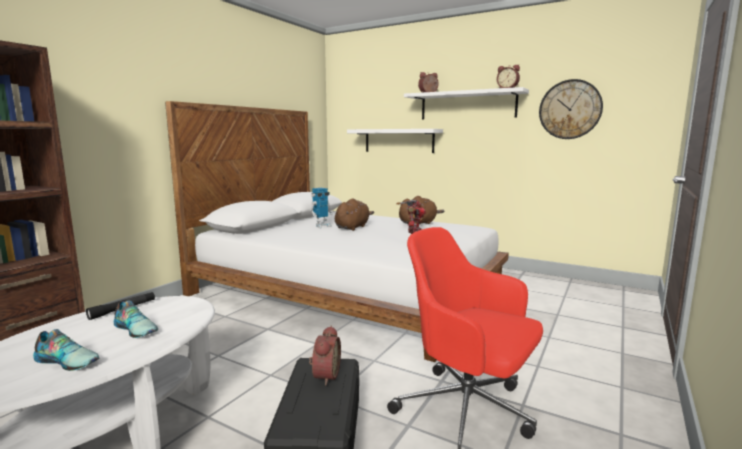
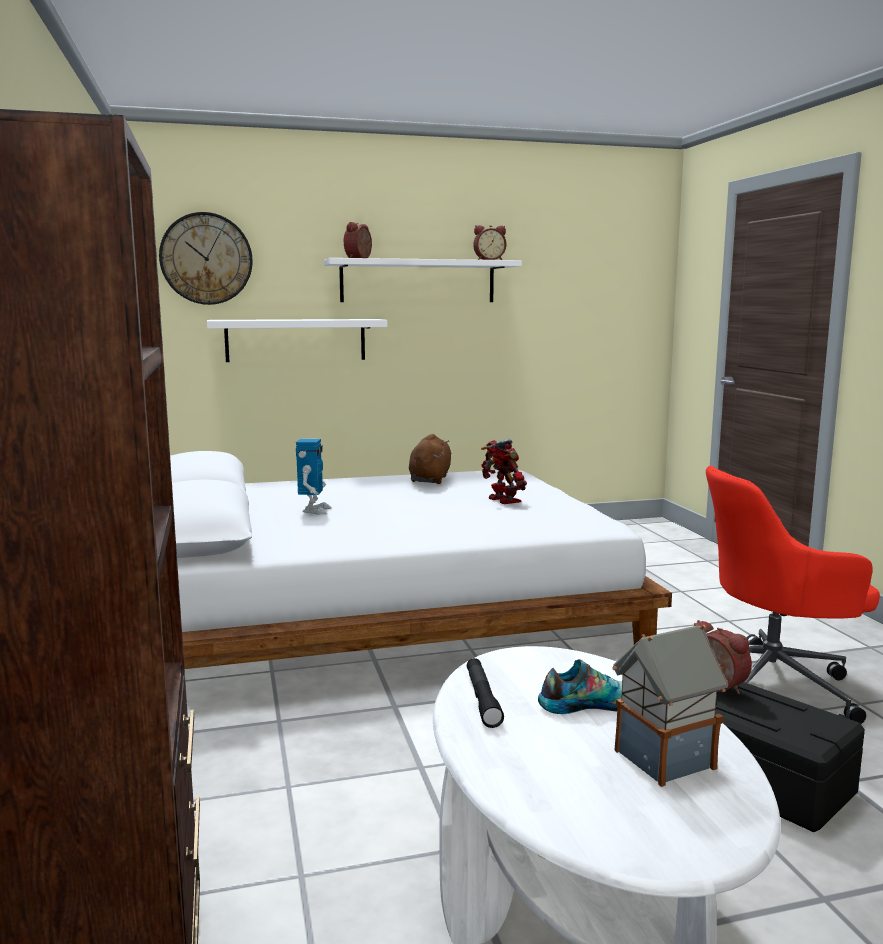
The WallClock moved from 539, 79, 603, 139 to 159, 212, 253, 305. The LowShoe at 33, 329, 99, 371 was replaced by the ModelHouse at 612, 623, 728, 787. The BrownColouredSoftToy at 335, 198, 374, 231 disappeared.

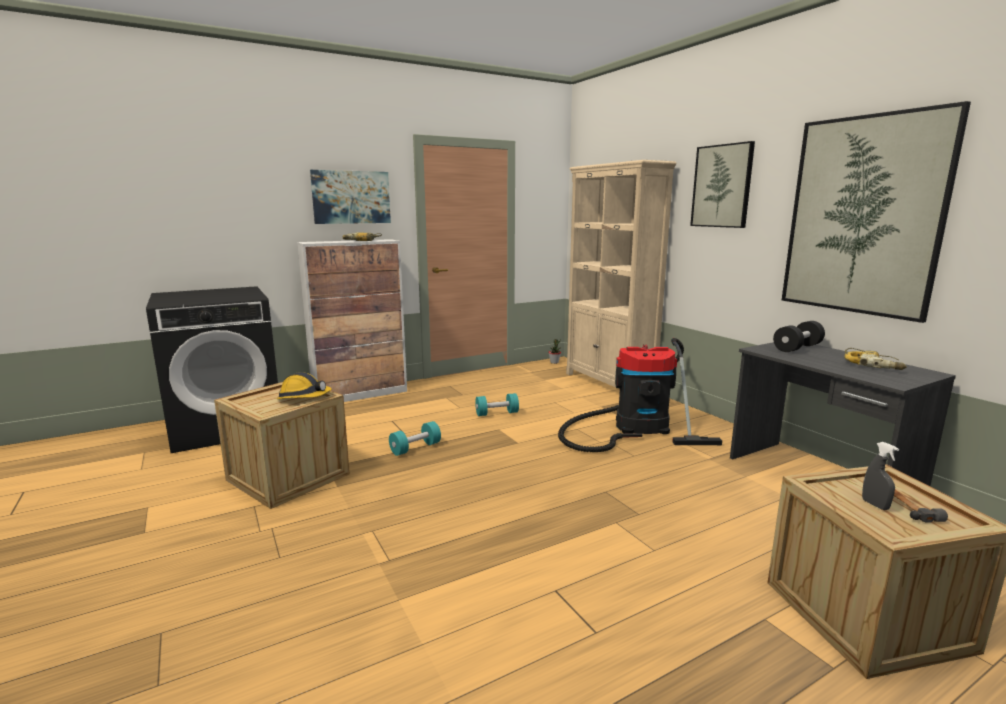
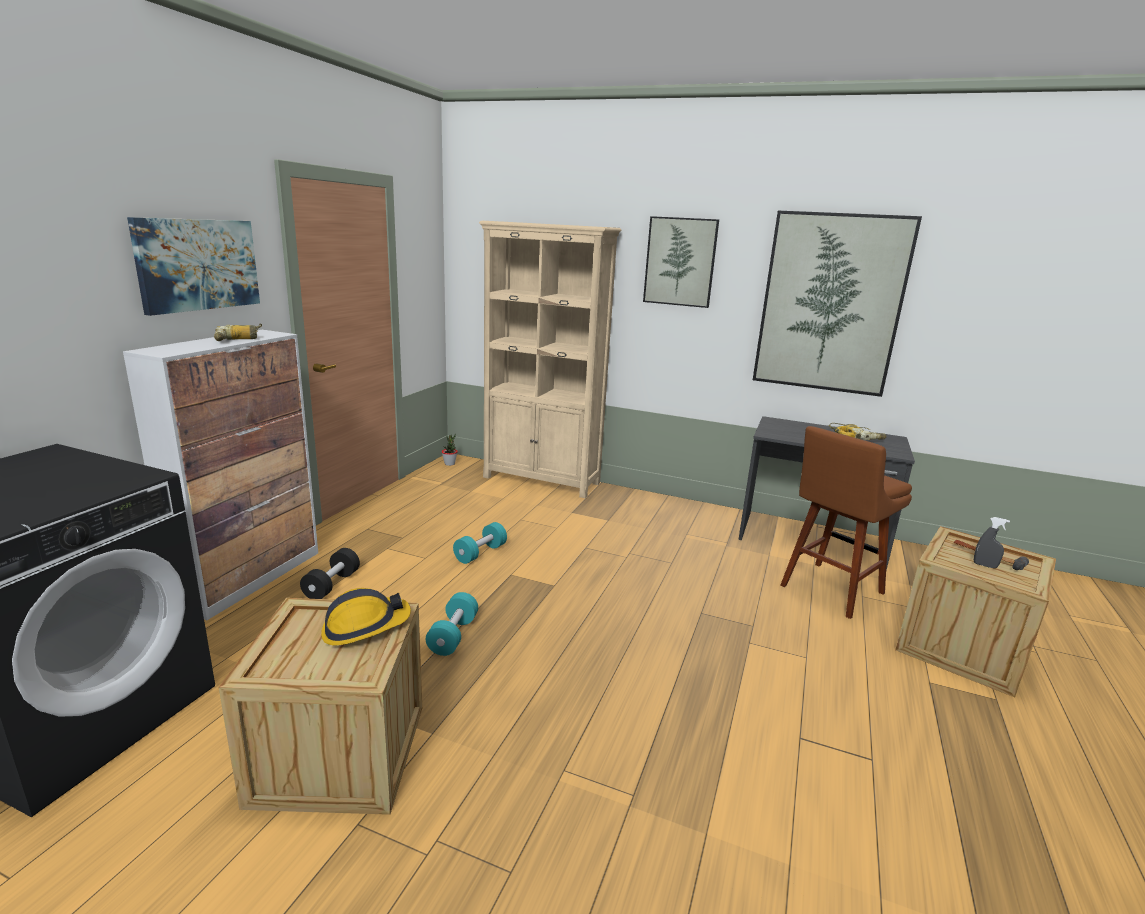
The BlackFreeWeight moved from 773, 321, 825, 352 to 300, 548, 360, 599. The BrownColouredStoolSeat at 781, 426, 912, 619 appeared. The Hoover at 558, 338, 722, 452 disappeared.

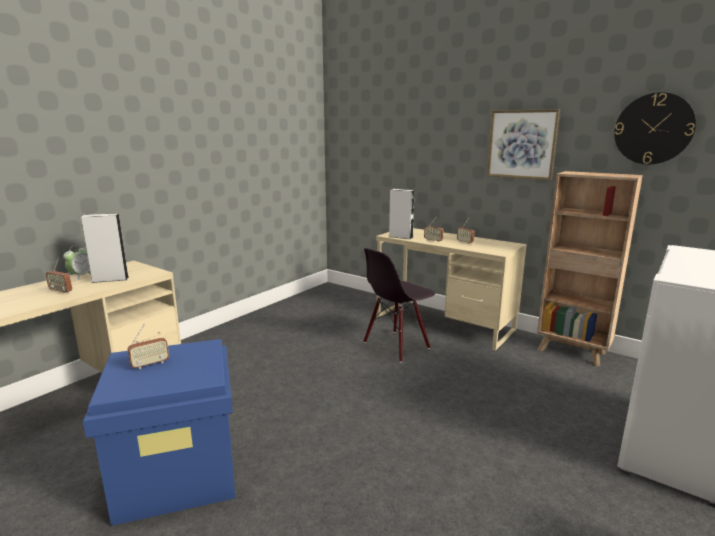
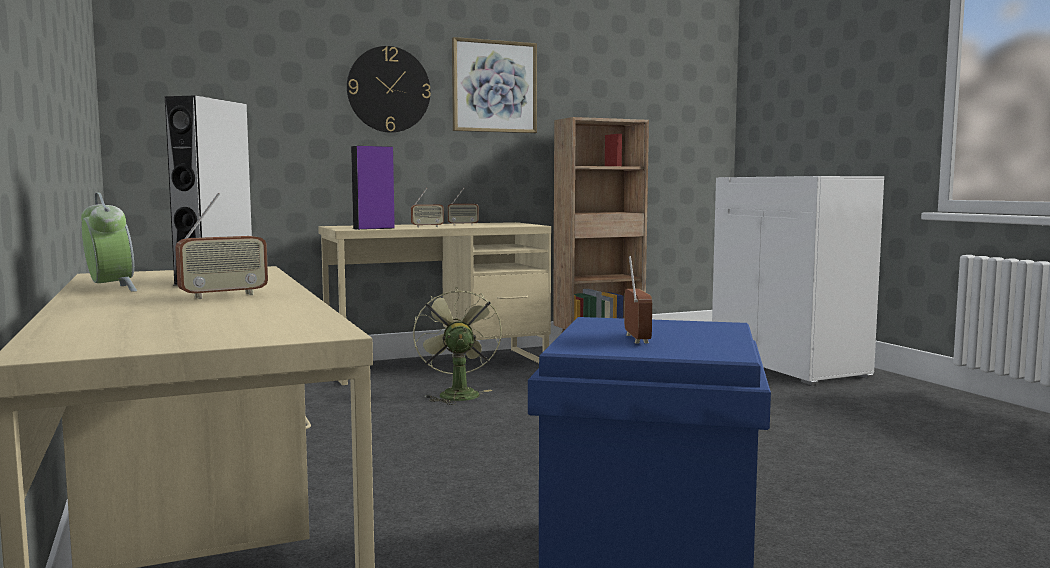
The WallClock moved from 614, 92, 696, 164 to 347, 46, 431, 133. The GreySpeaker at 389, 189, 414, 239 became the PurpleColouredSpeaker at 351, 146, 395, 230. The BlackUprightChair at 363, 248, 435, 363 was replaced by the GreenColouredElectricFan at 413, 287, 502, 405.

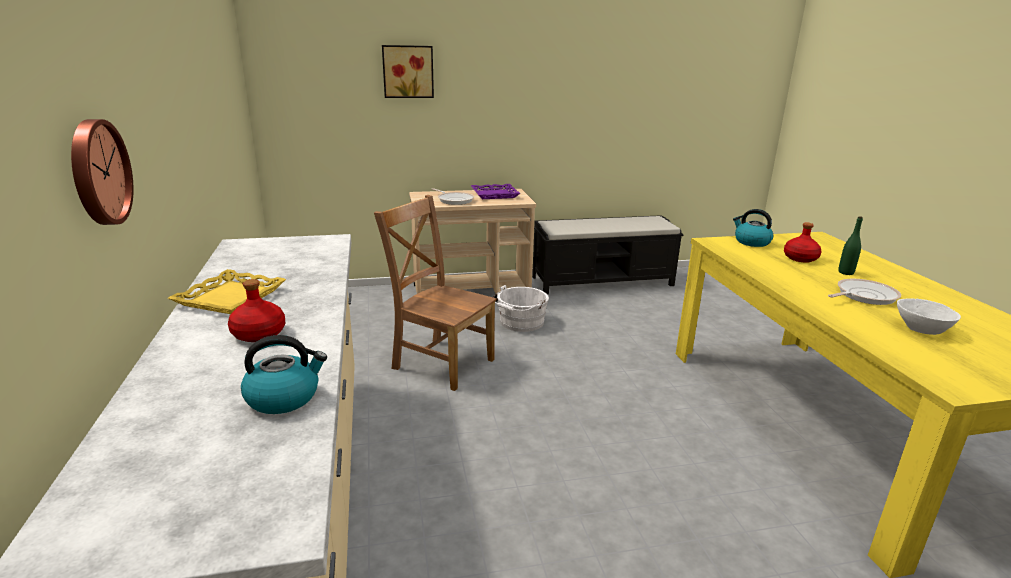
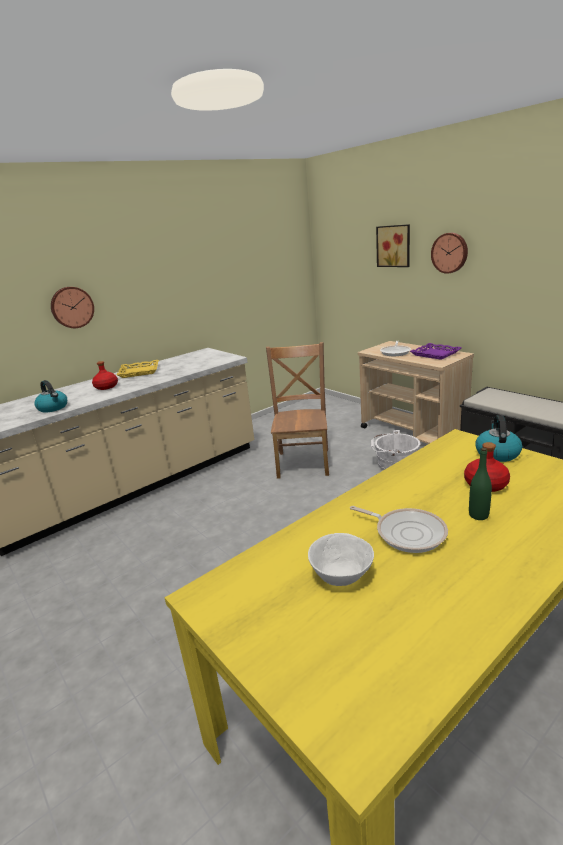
The WallClock at 431, 233, 468, 274 appeared.

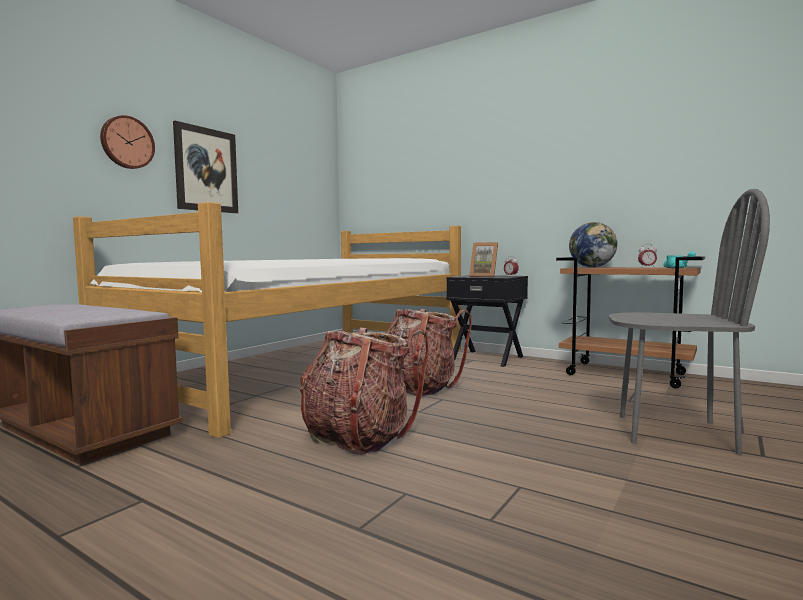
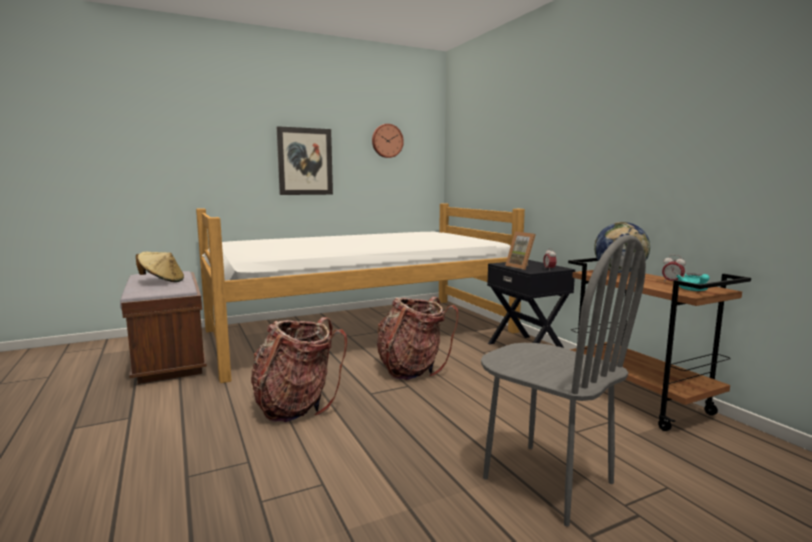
The BeigeColouredClothingHat at 136, 252, 184, 282 appeared. The WallClock moved from 100, 115, 155, 169 to 372, 124, 404, 158.

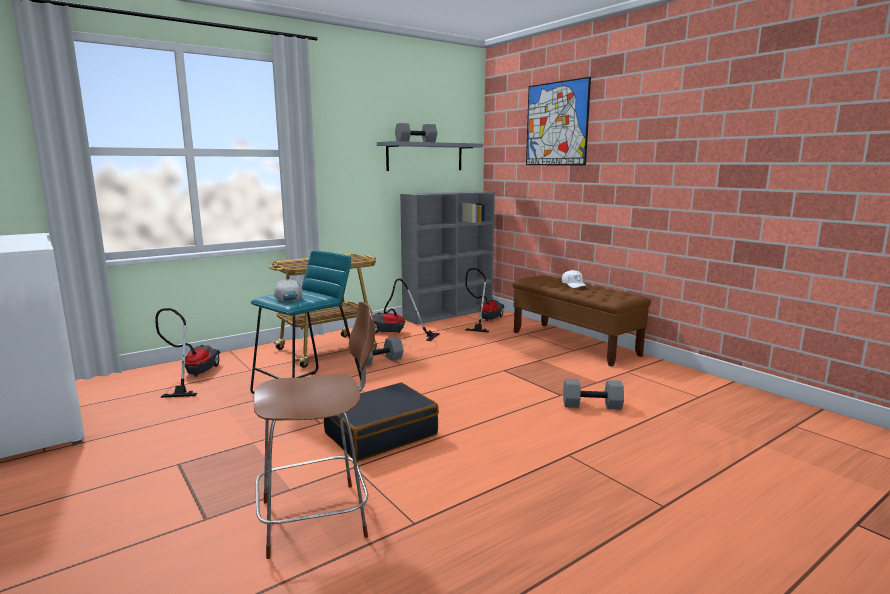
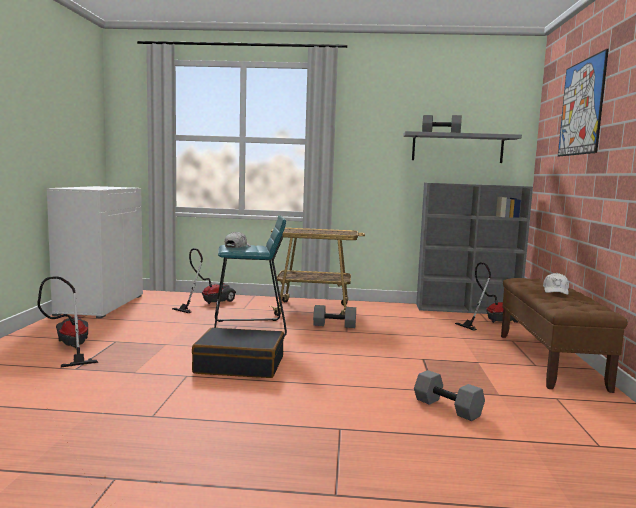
The Hoover moved from 373, 278, 440, 341 to 37, 276, 98, 368. The BrownColouredUprightChair at 254, 302, 375, 559 disappeared.

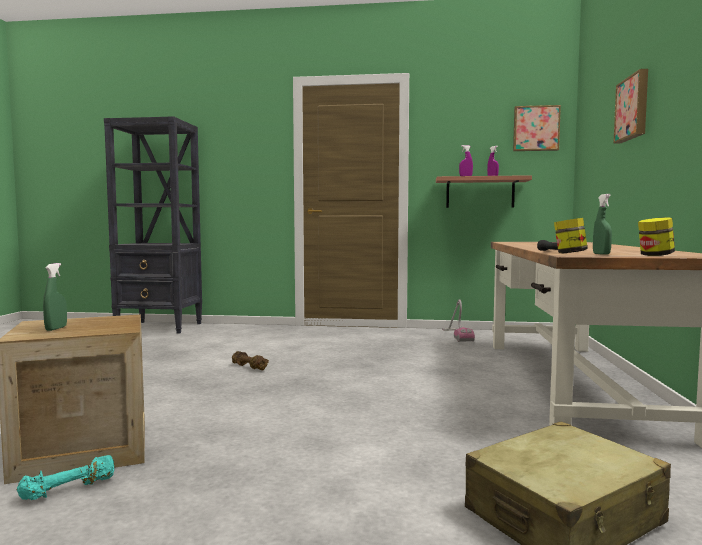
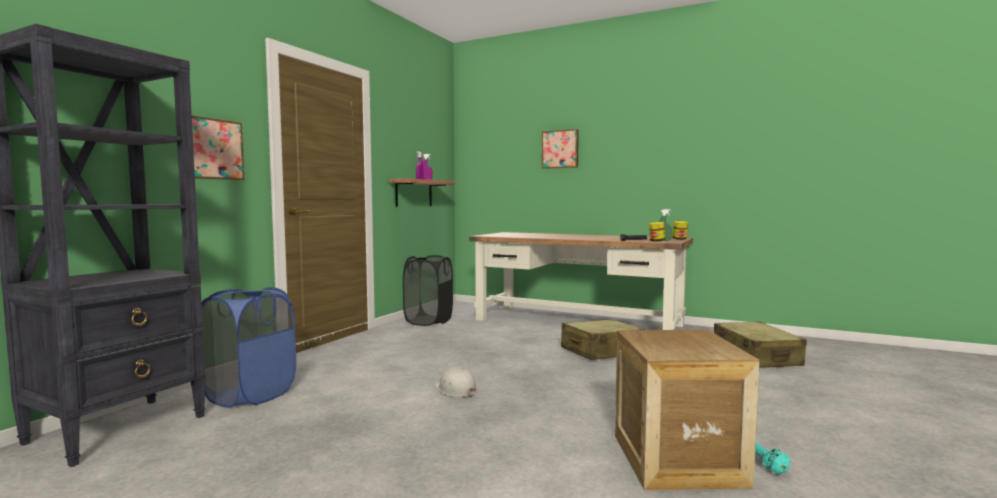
The WallArt moved from 513, 105, 561, 151 to 192, 115, 245, 180. The BlueLaundryBasket at 201, 287, 296, 408 appeared. The Hoover at 442, 299, 475, 342 was replaced by the BlackLaundryBasket at 403, 255, 453, 326. The BrownColouredFreeWeight at 232, 351, 269, 371 was replaced by the WhiteHardHat at 434, 367, 478, 397. The BeigeColouredSuitcase at 561, 319, 645, 360 appeared. The GreenColouredSprayer at 43, 263, 67, 331 disappeared.

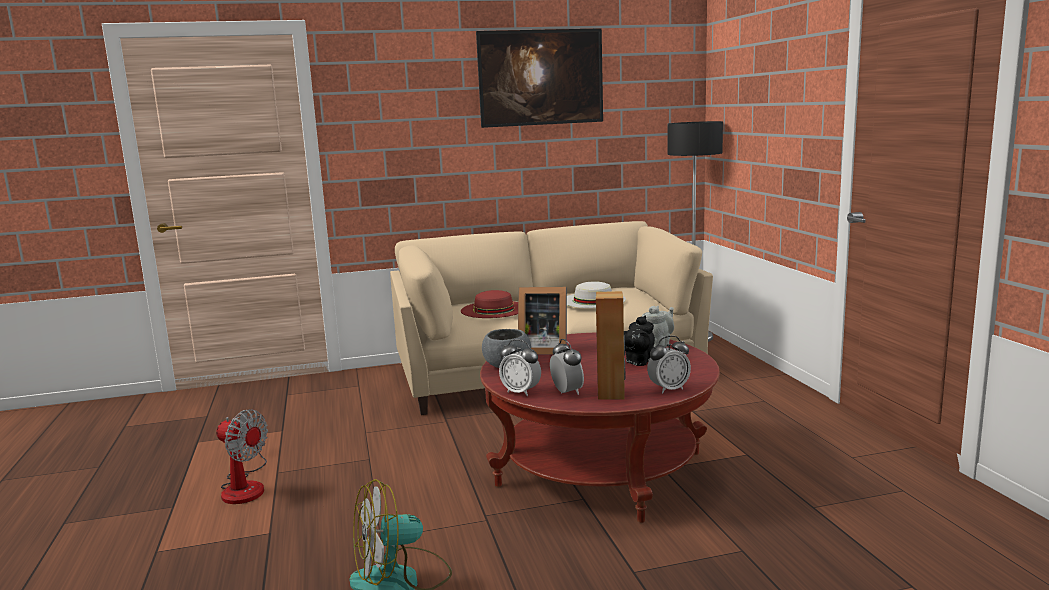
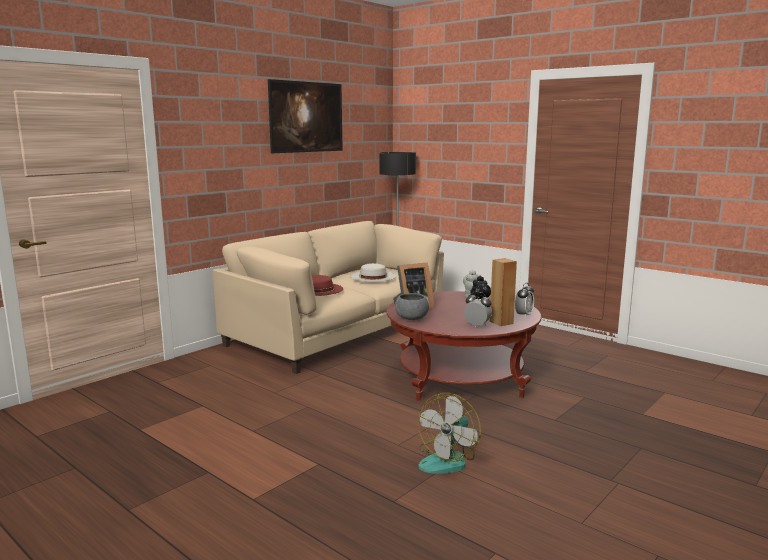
The ElectricFan at 216, 409, 268, 504 disappeared. The AlarmClock at 499, 339, 541, 396 disappeared.

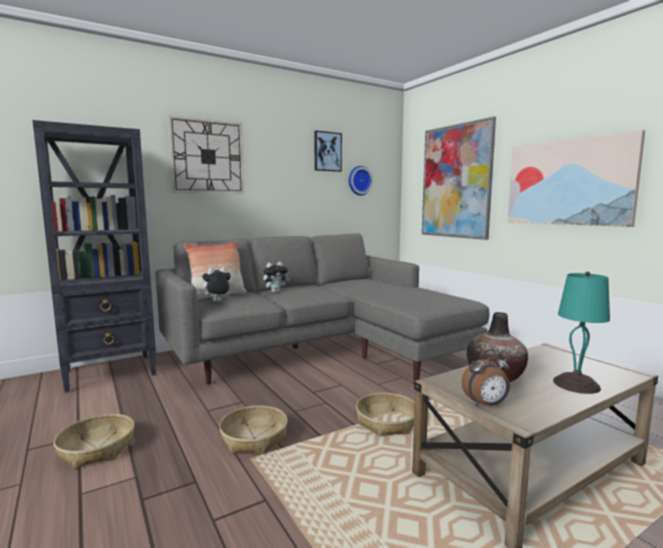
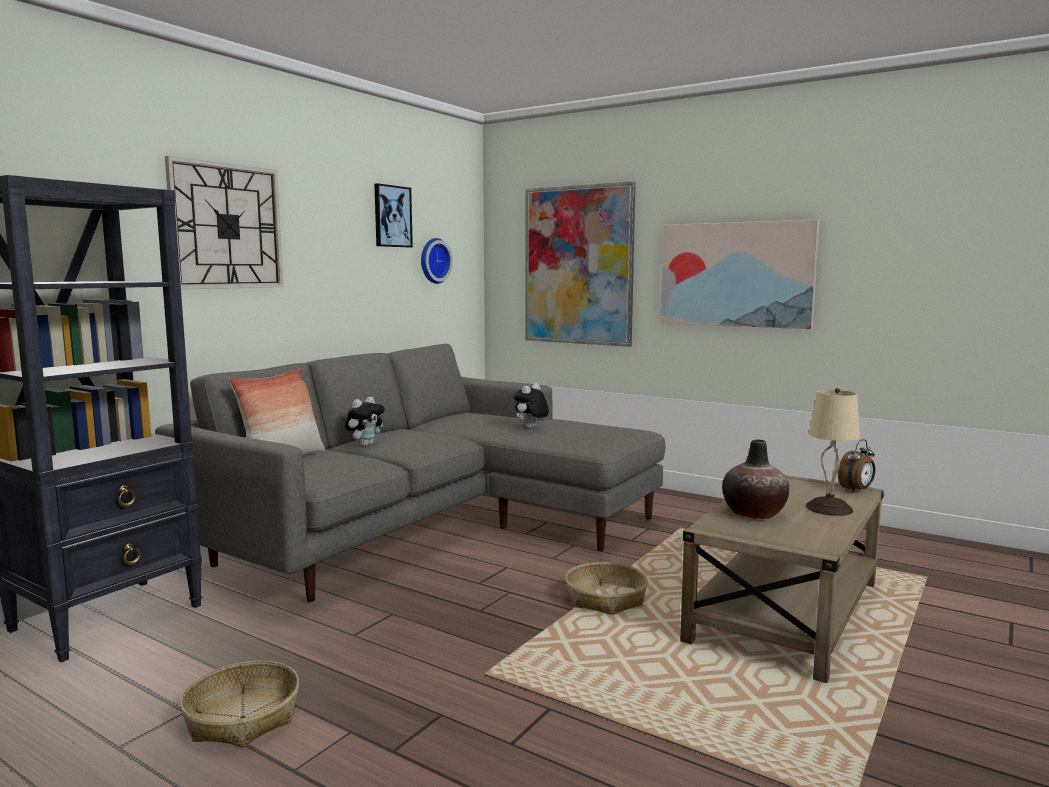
The SoftToy moved from 199, 267, 232, 302 to 513, 383, 549, 428. The BlueGreenLampForATable at 553, 272, 610, 394 became the BeigeColouredLampForATable at 806, 388, 860, 516. The AlarmClock moved from 462, 349, 510, 407 to 838, 439, 875, 492. The HouseholdBasket at 219, 405, 288, 454 disappeared.

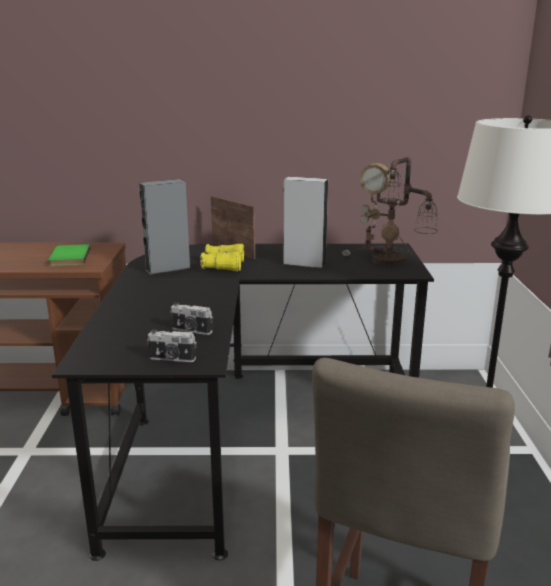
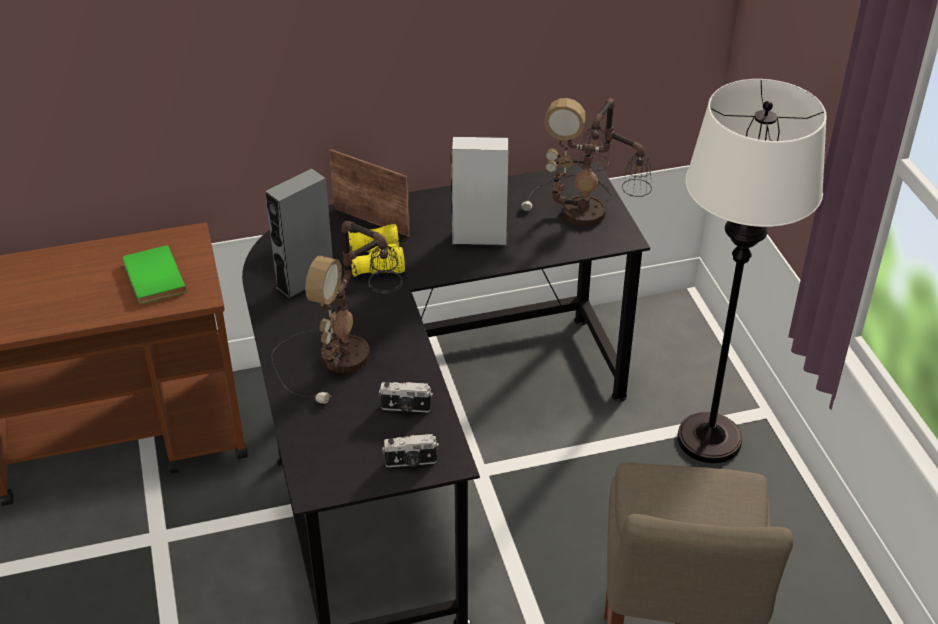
The LampForATable at 271, 221, 403, 404 appeared.

